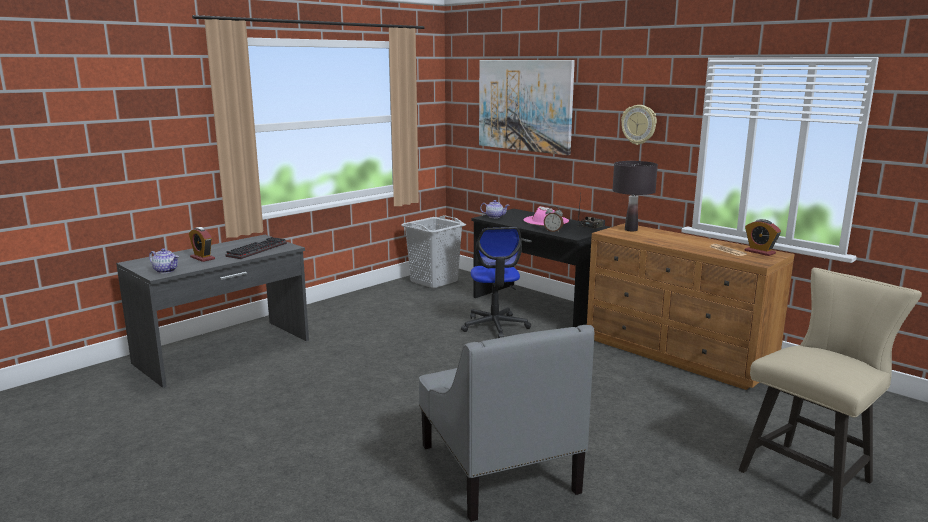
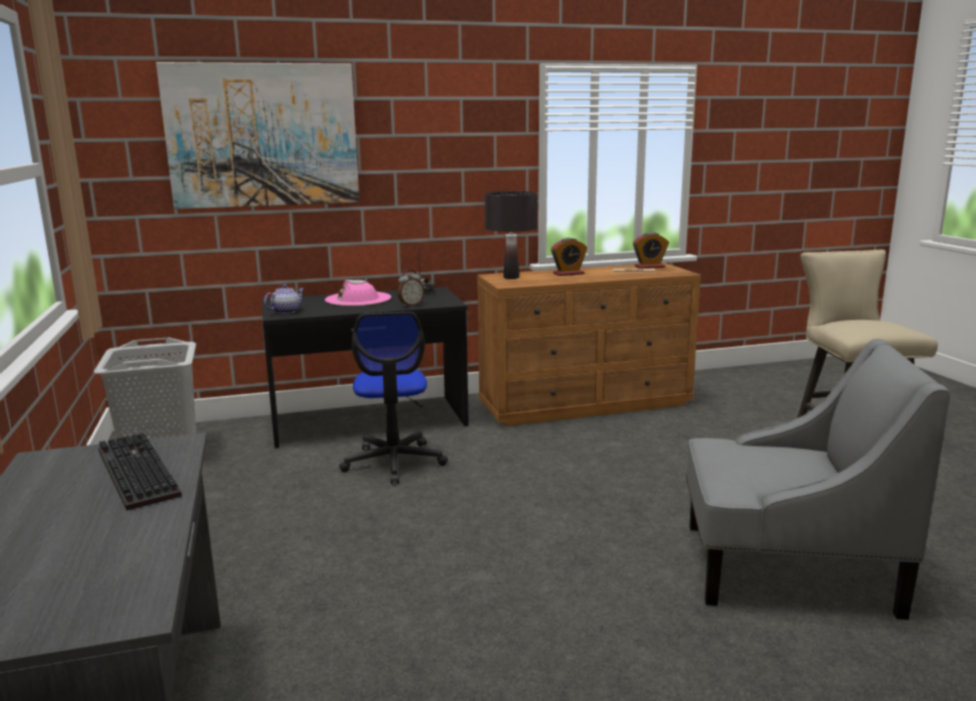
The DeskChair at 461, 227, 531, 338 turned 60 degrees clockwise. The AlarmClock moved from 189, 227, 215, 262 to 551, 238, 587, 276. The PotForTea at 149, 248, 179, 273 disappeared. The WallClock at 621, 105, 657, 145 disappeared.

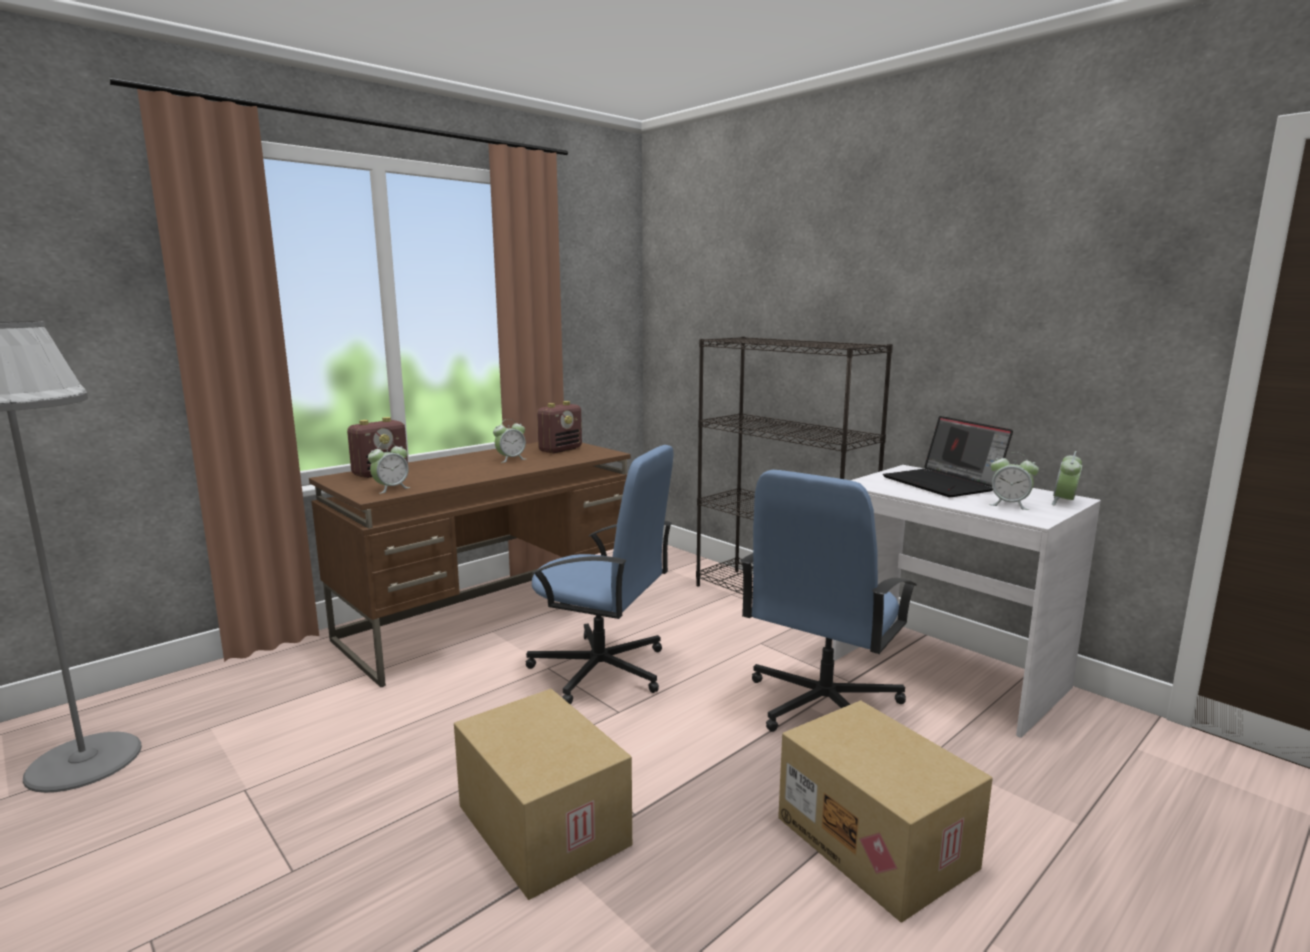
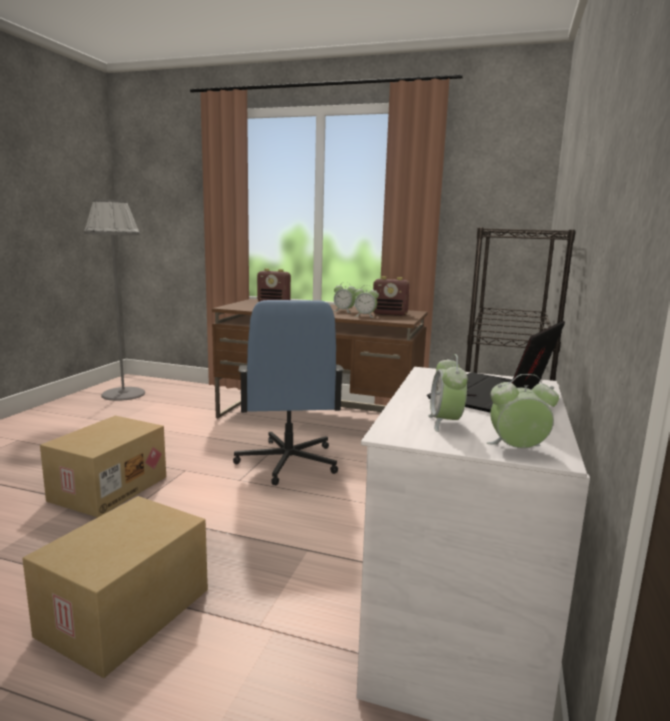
The AlarmClock moved from 368, 441, 411, 494 to 354, 285, 379, 318. The BlueDeskChair at 740, 470, 917, 732 disappeared.

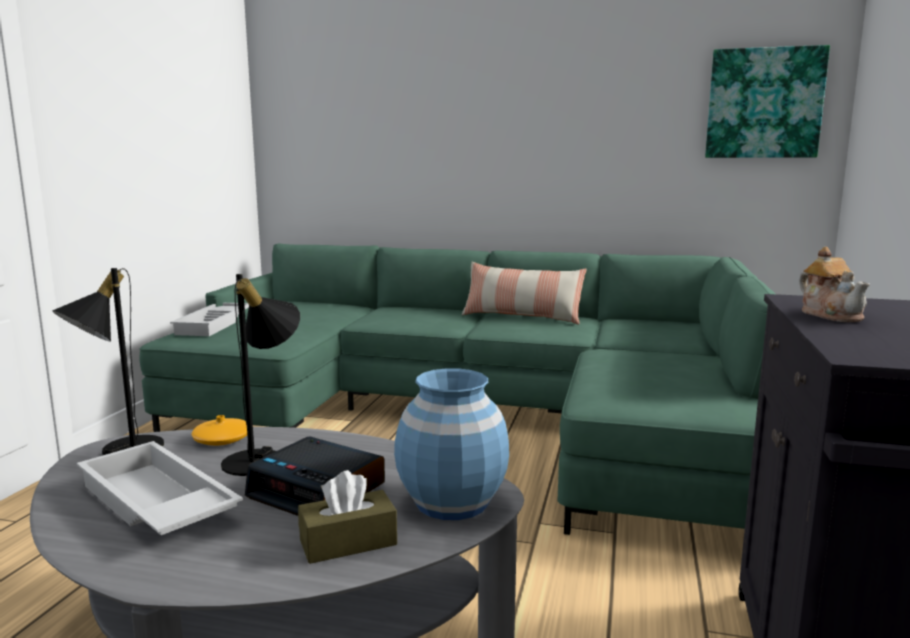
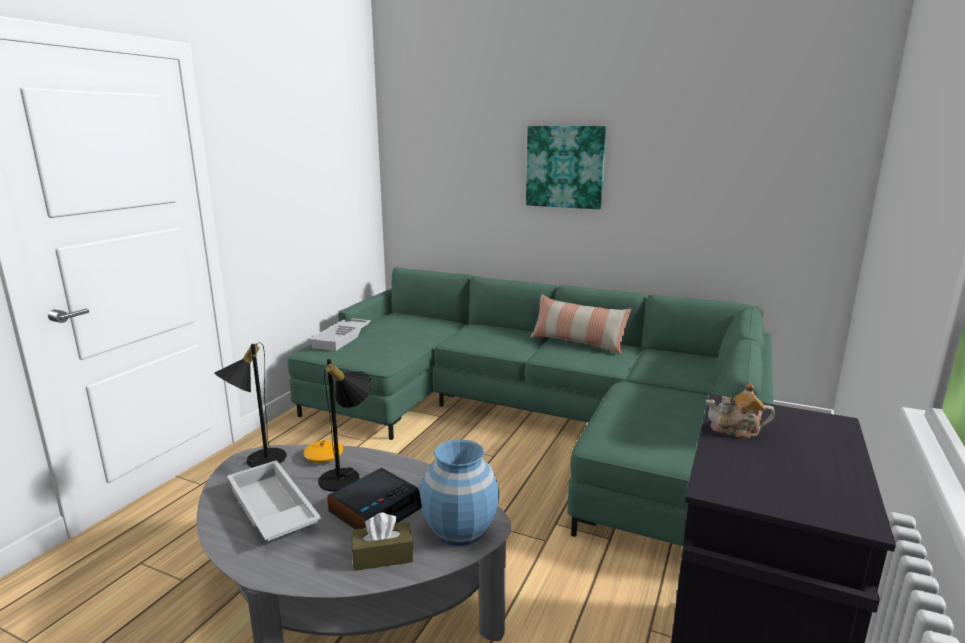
The AlarmClock at 245, 436, 385, 516 turned 90 degrees counterclockwise. The WallArt moved from 705, 45, 830, 158 to 526, 126, 606, 209. The PotForTea at 799, 247, 870, 322 turned 105 degrees clockwise.

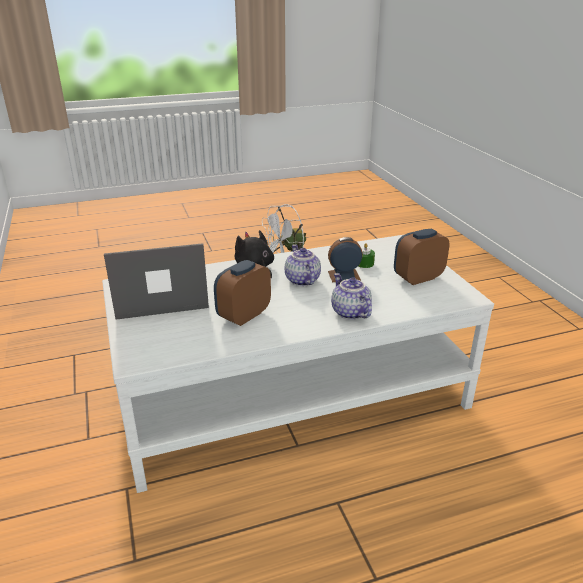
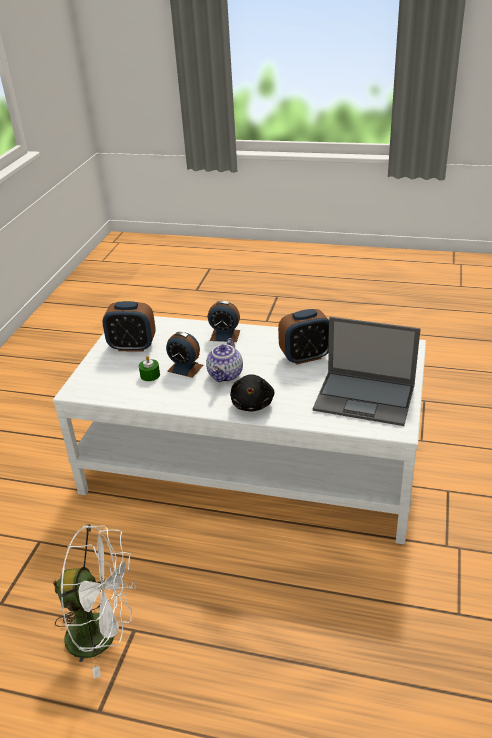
The PotForTea at 331, 273, 372, 320 was replaced by the AlarmClock at 208, 301, 240, 342.

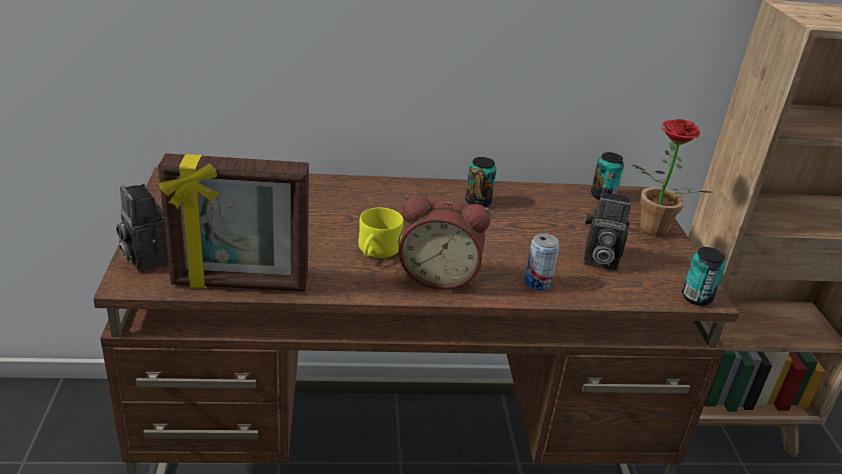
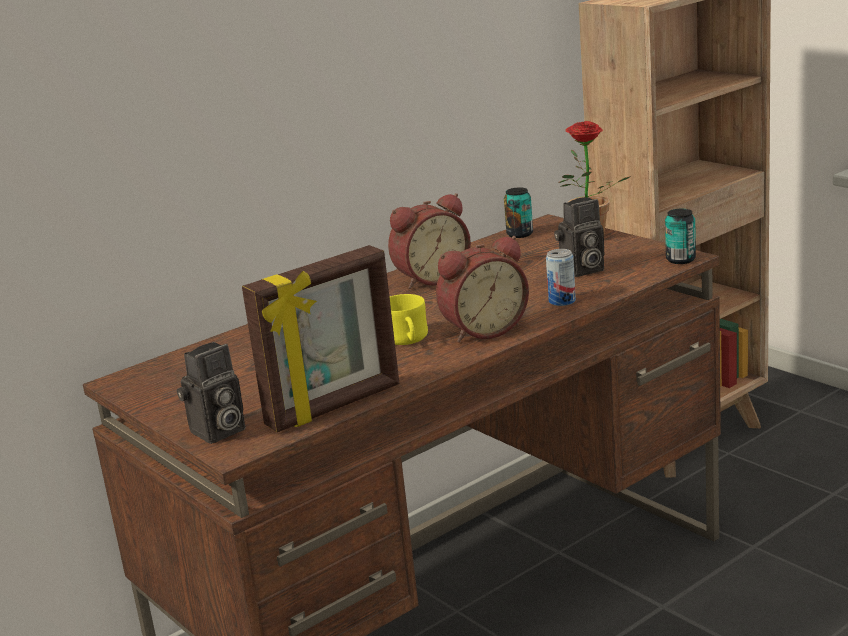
The PhotoCamera at 116, 184, 169, 273 turned 60 degrees counterclockwise. The SealedCan at 465, 157, 497, 207 was replaced by the AlarmClock at 388, 193, 471, 289.

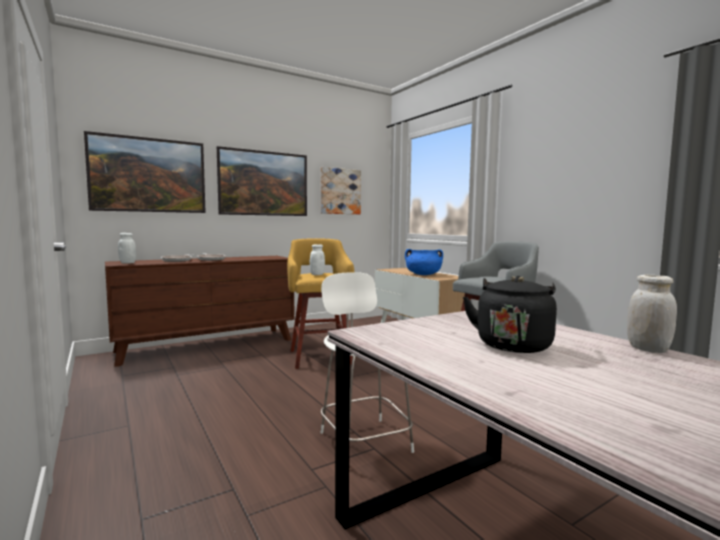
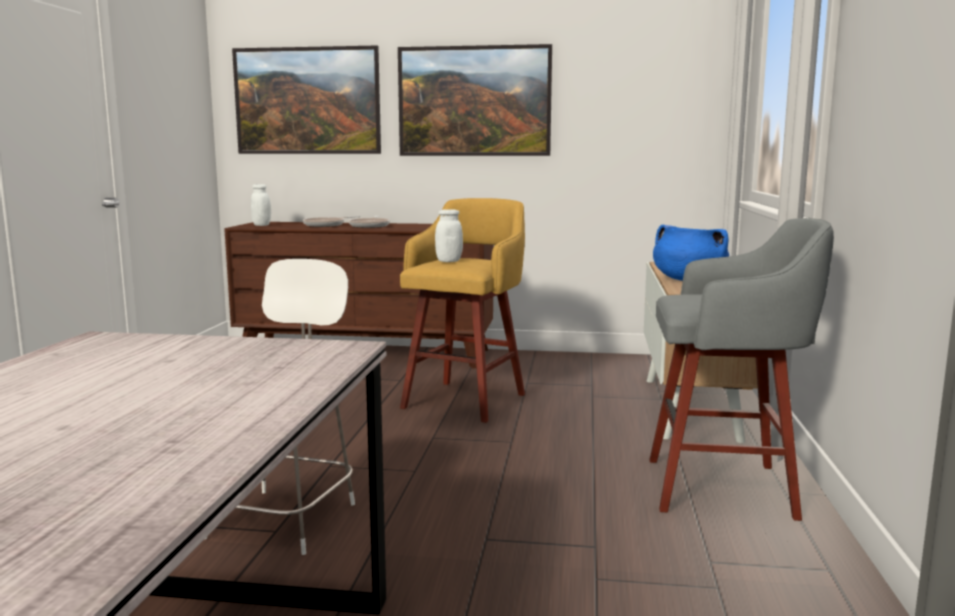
The WallArt at 321, 167, 361, 214 disappeared. The BlackKettle at 463, 276, 557, 353 disappeared. The WhitePreserveJar at 627, 275, 677, 353 disappeared.

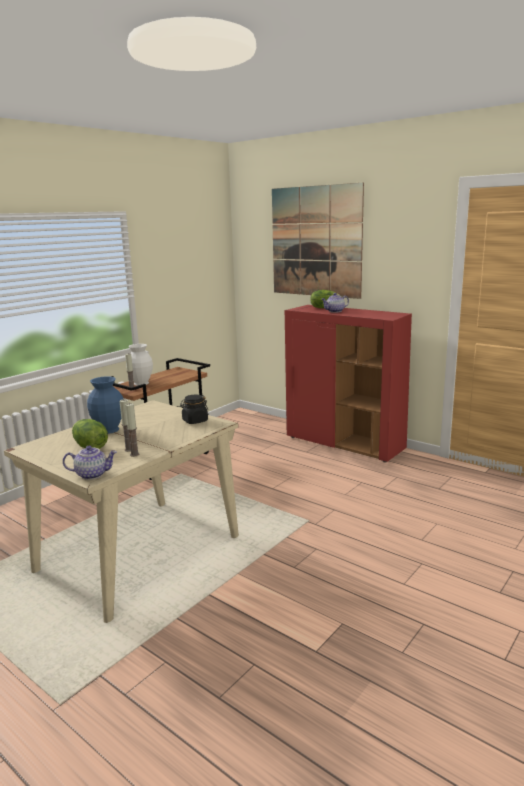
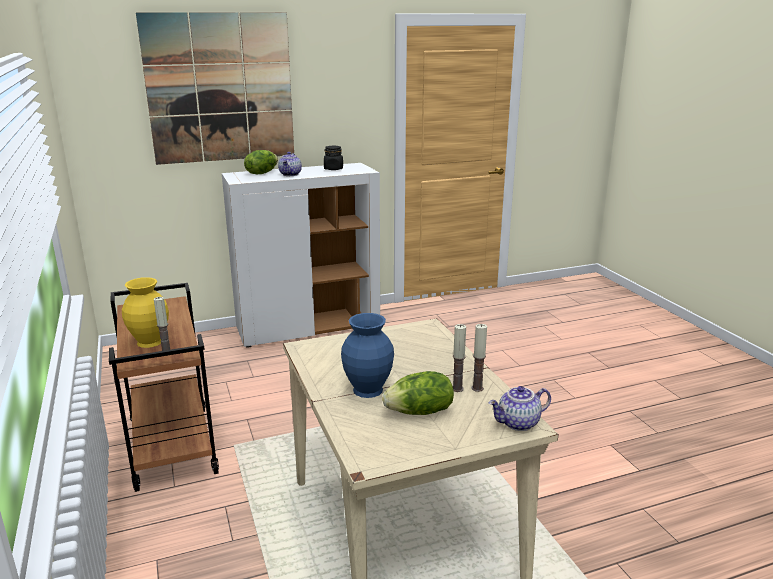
The WhiteFlowerVase at 126, 344, 153, 386 became the YellowishFlowerVase at 122, 277, 169, 348. The RedStorageCabinet at 285, 305, 412, 463 became the WhiteStorageCabinet at 222, 163, 380, 348. The BlackPreserveJar moved from 180, 395, 208, 424 to 324, 146, 343, 170. The PotForTea at 63, 446, 117, 480 turned 135 degrees counterclockwise.

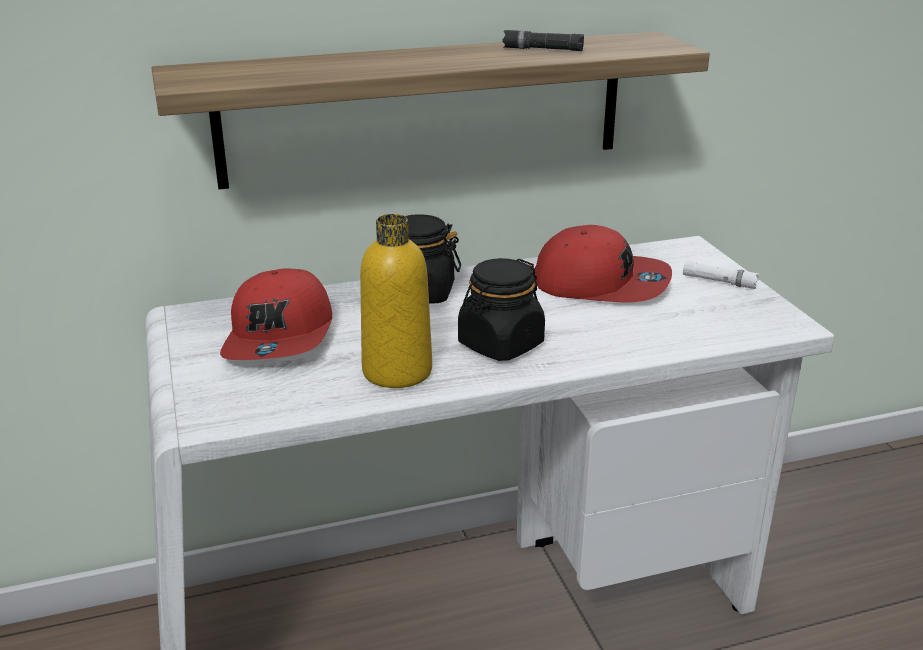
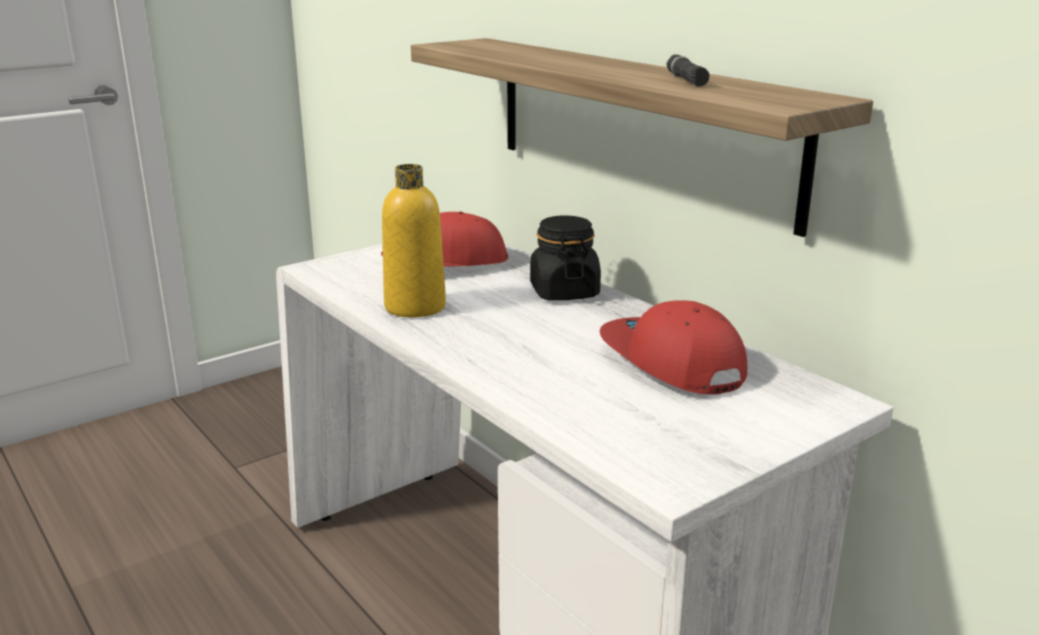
The RedCap at 534, 225, 672, 302 turned 150 degrees clockwise. The BlackPreserveJar at 458, 258, 545, 361 disappeared. The WhiteHandTorch at 683, 261, 760, 289 disappeared.

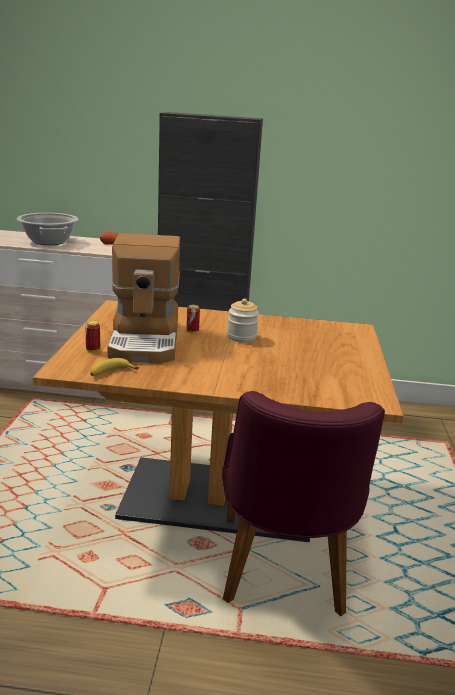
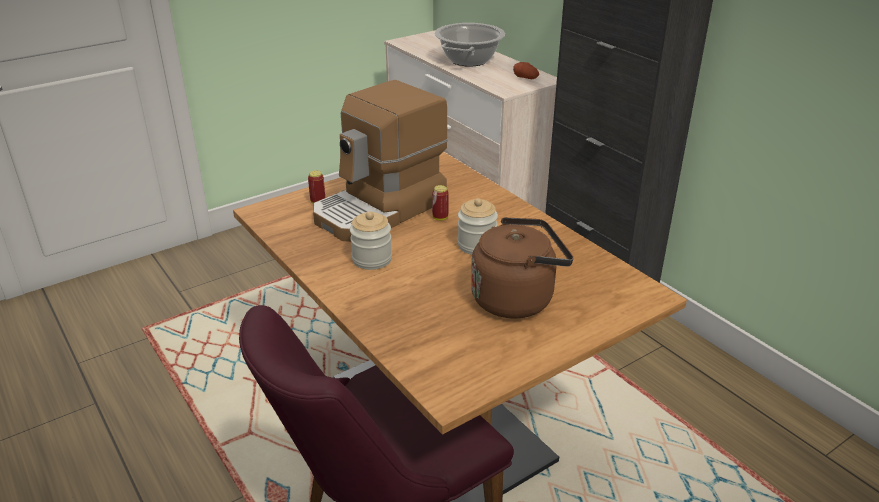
The PreserveJar at 350, 211, 392, 270 appeared. The BrownColouredKettle at 471, 217, 573, 318 appeared. The WholeBanana at 90, 358, 139, 376 disappeared.

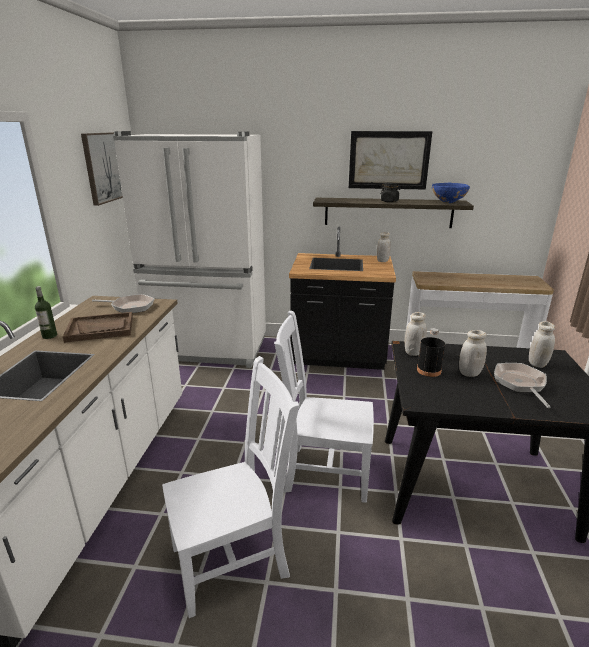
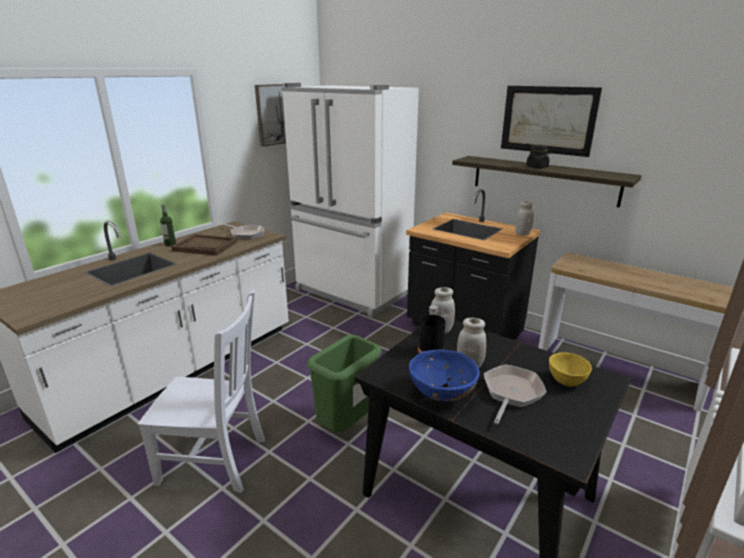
The WhiteUprightChair at 274, 310, 374, 503 was replaced by the GreenColouredWasteBin at 307, 335, 382, 432. The BlueDeepDish moved from 432, 183, 470, 203 to 409, 350, 480, 402. The WhitePreserveJar at 529, 321, 555, 368 was replaced by the YellowishDeepDish at 549, 352, 592, 387.

